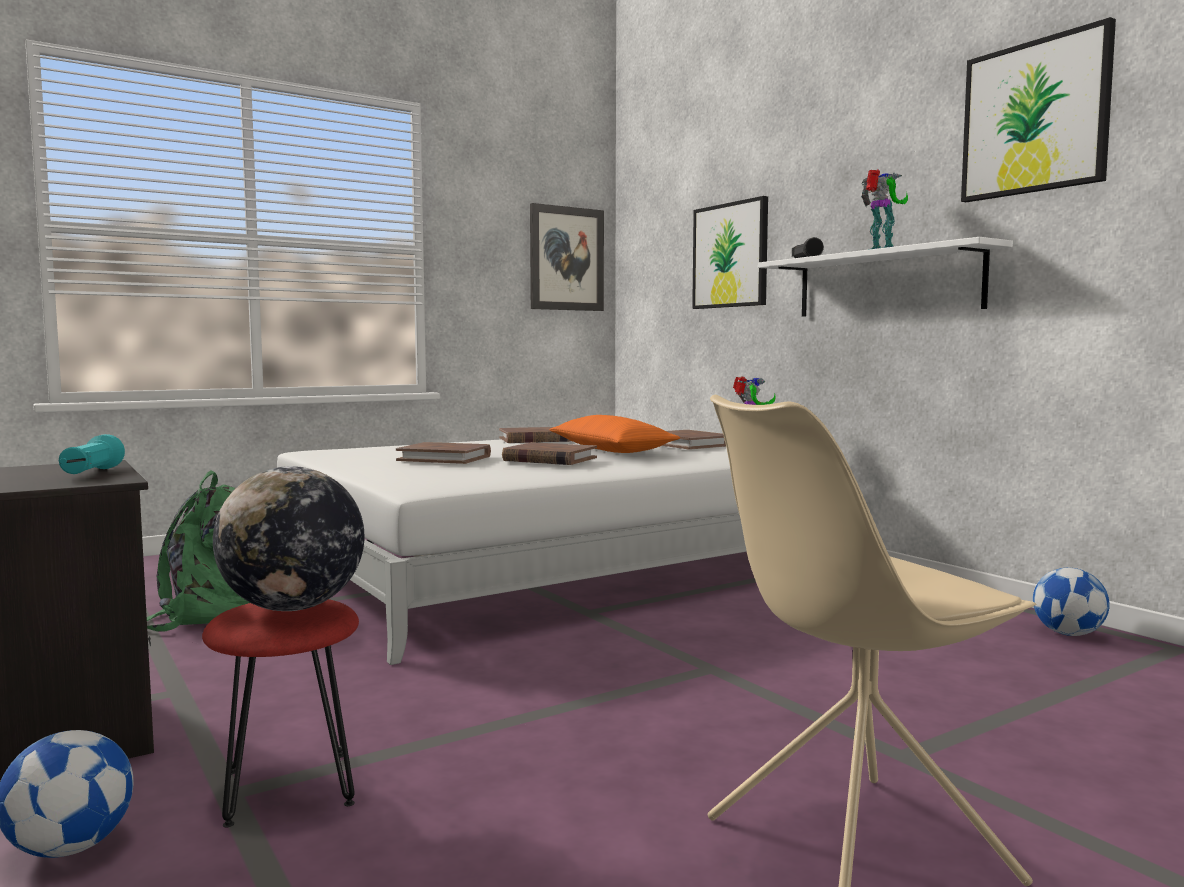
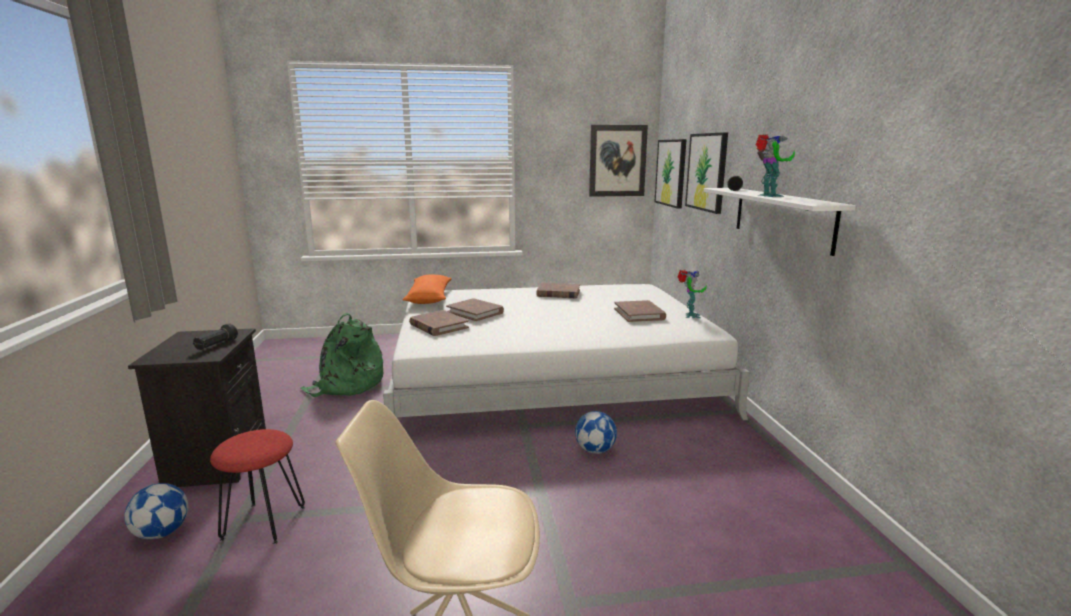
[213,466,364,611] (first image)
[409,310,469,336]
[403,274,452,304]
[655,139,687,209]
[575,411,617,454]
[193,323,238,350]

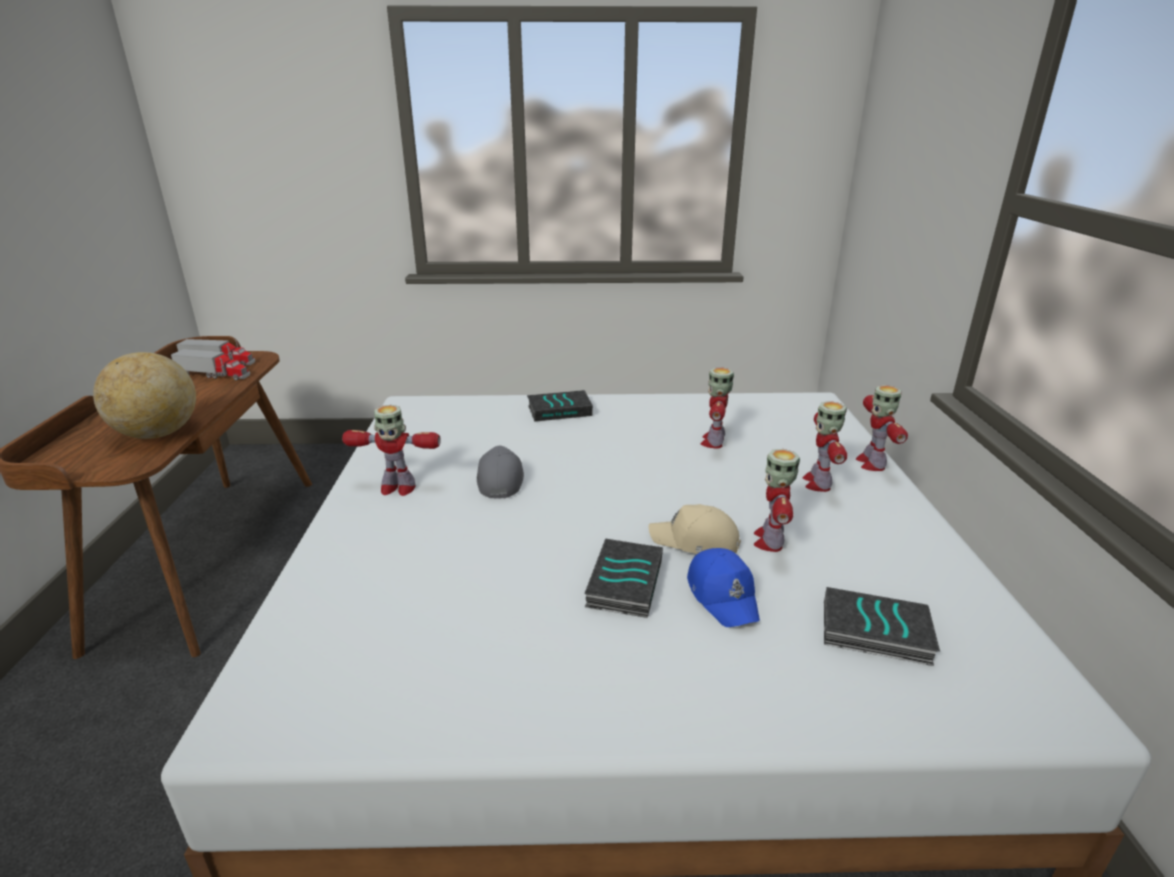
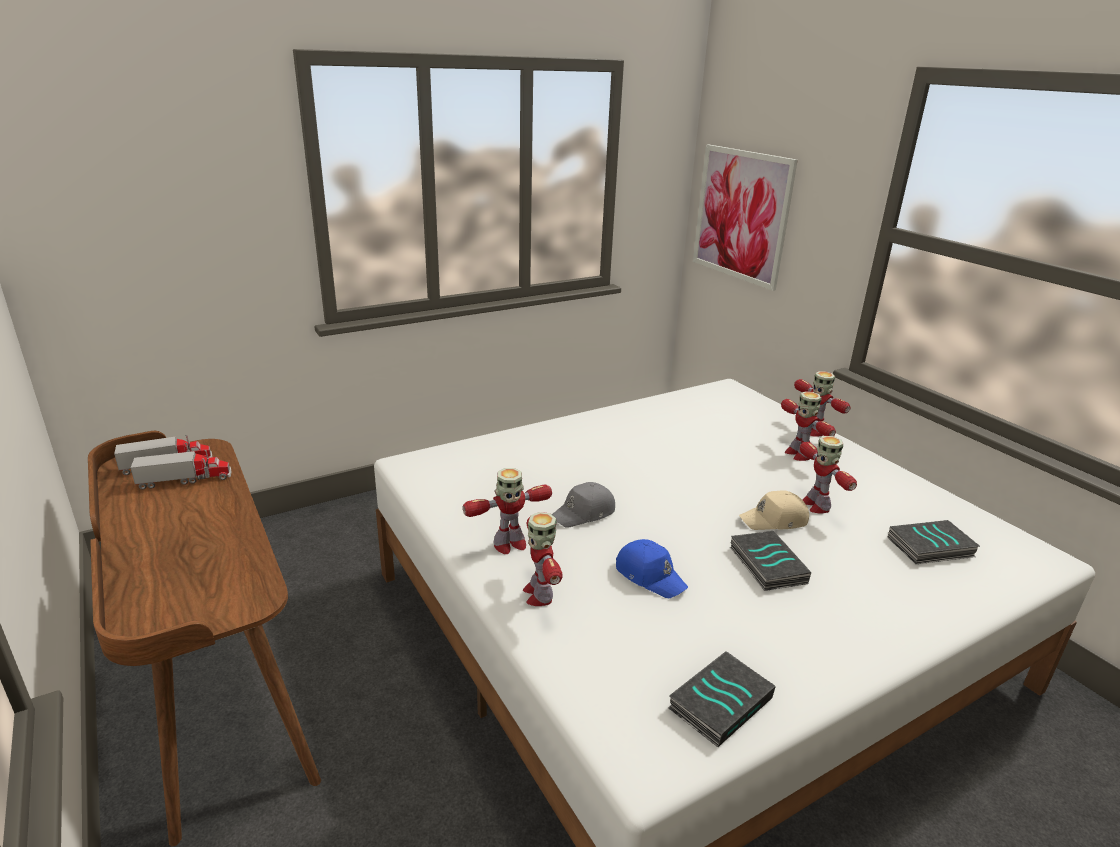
[93,352,196,439] (first image)
[693,144,798,291]
[668,651,776,747]
[616,539,688,598]
[523,512,563,606]
[552,482,615,528]

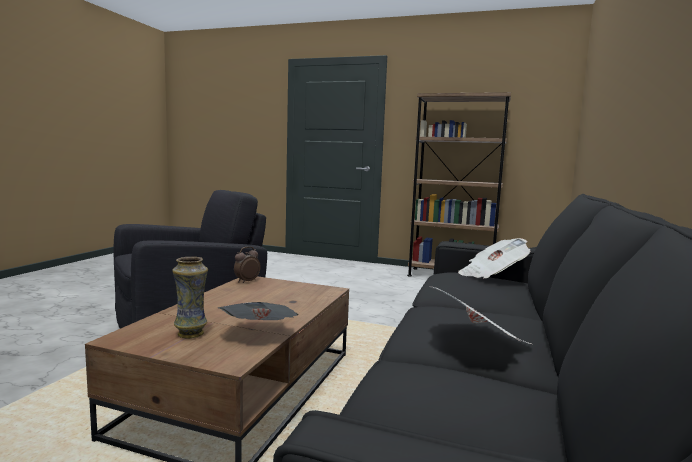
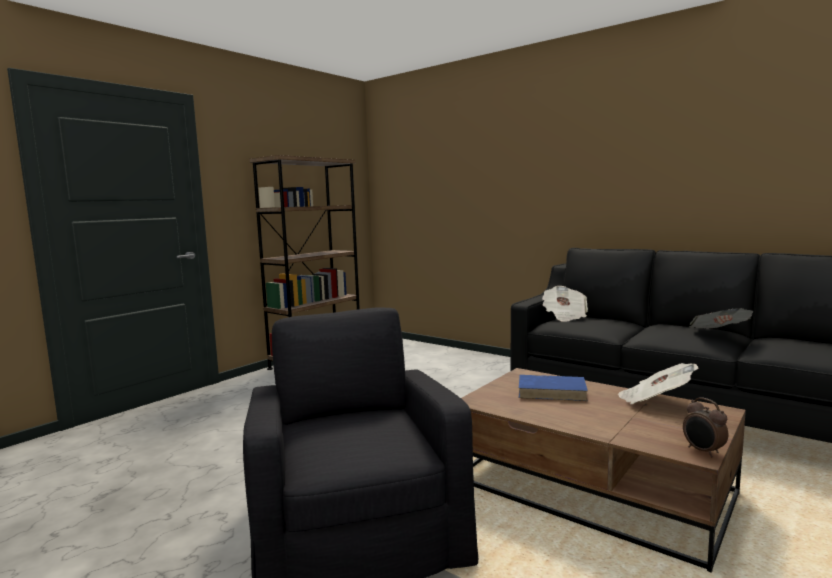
[172,257,208,339] (first image)
[519,375,588,401]
[683,397,729,457]

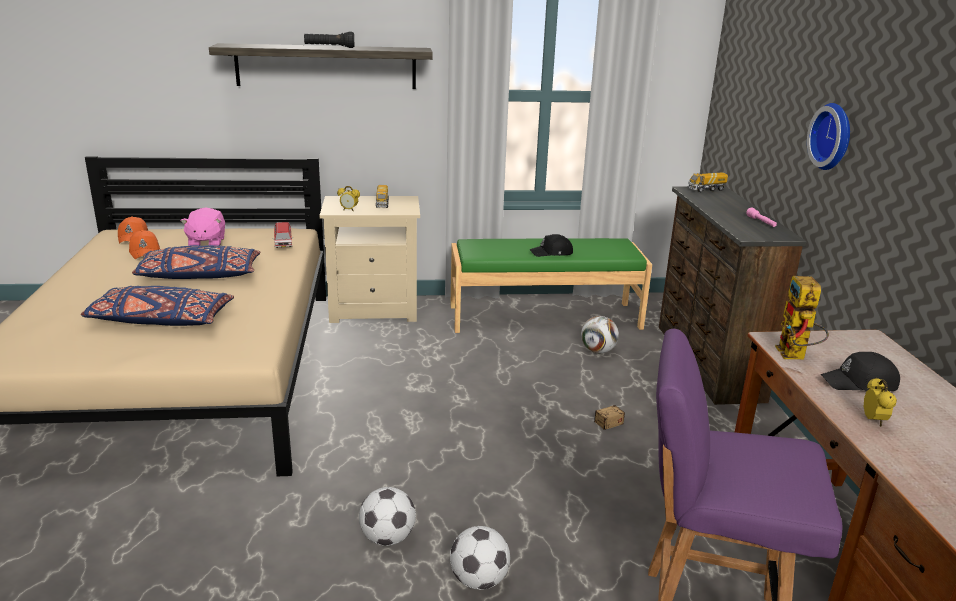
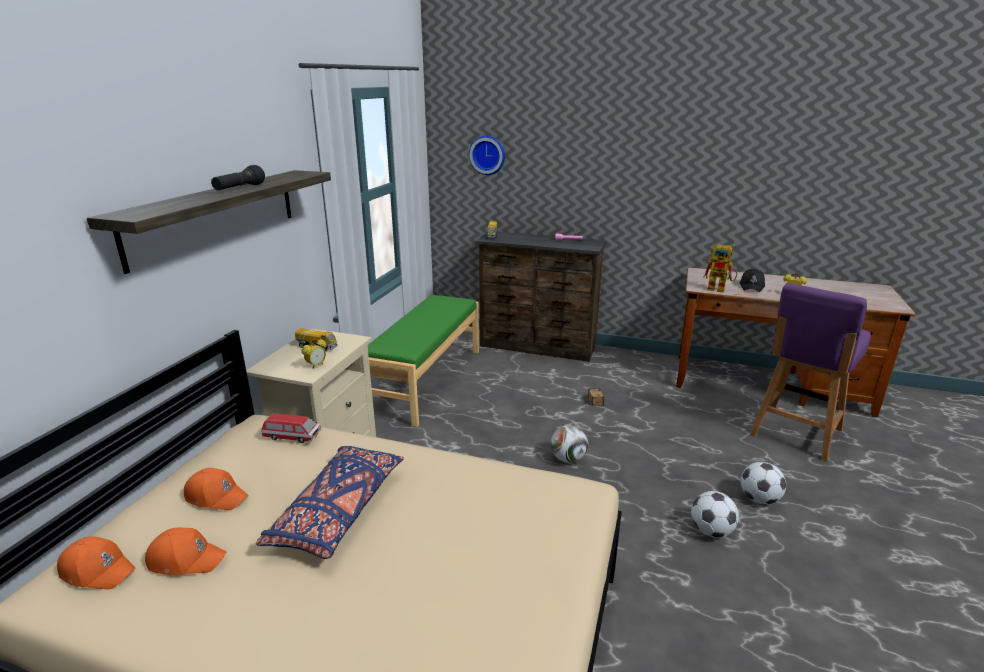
[81,286,234,326] (first image)
[529,234,573,257] (first image)
[551,425,588,463]
[469,136,505,175]
[184,468,248,510]

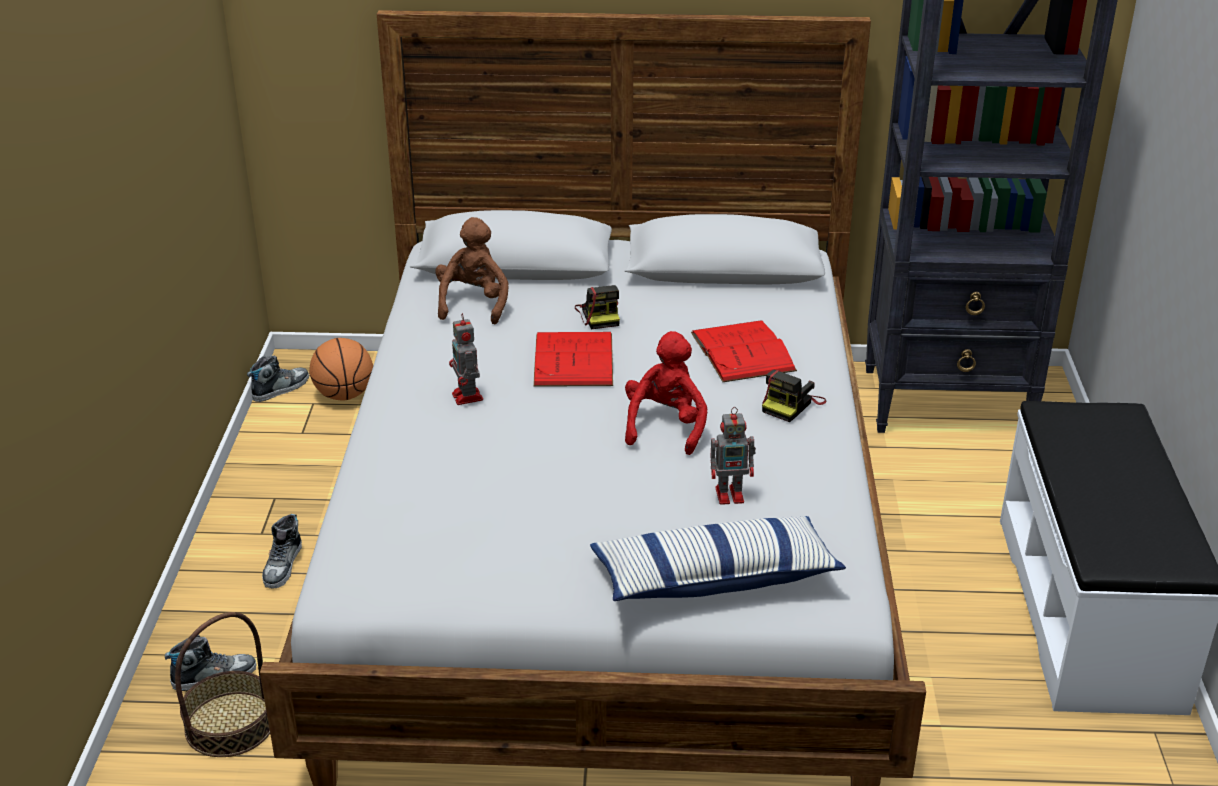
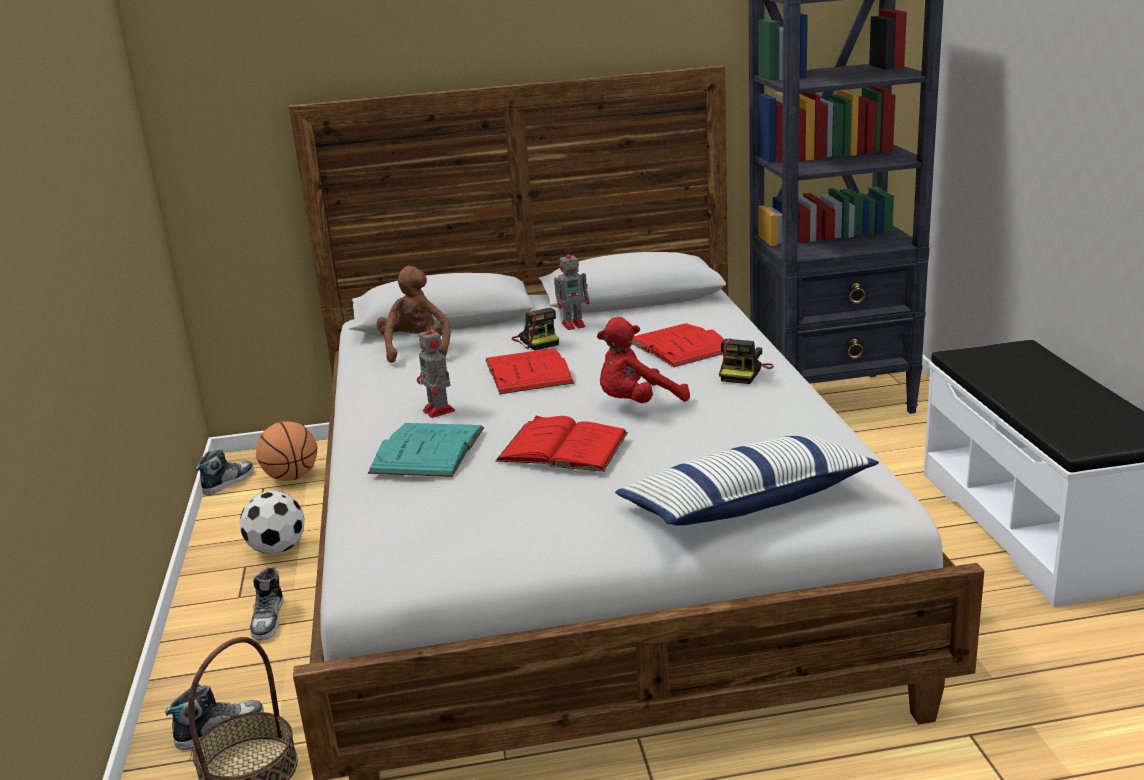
[240,491,305,554]
[368,423,484,477]
[495,416,628,472]
[554,248,590,330]
[597,317,690,403]

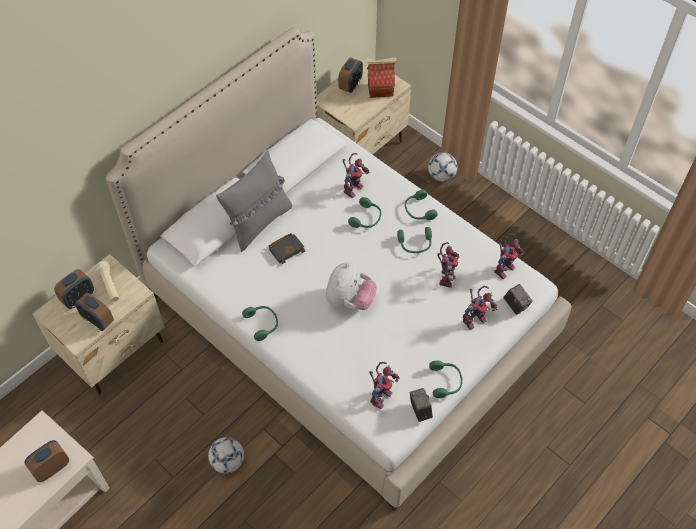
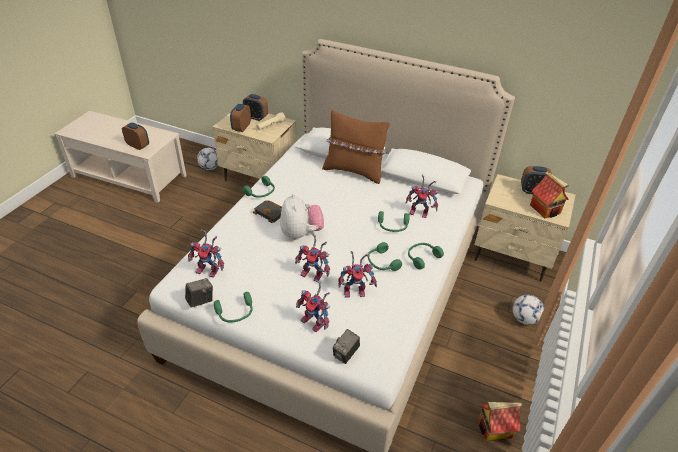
[478,402,522,441]
[197,148,218,170]
[253,200,282,223]
[295,233,330,281]
[322,110,390,184]
[280,194,324,240]

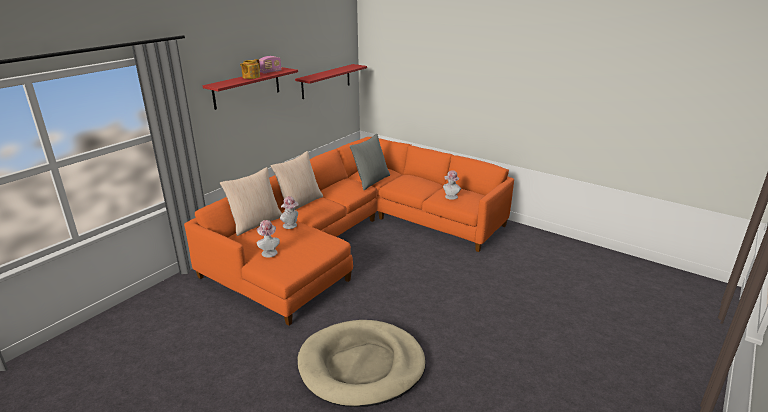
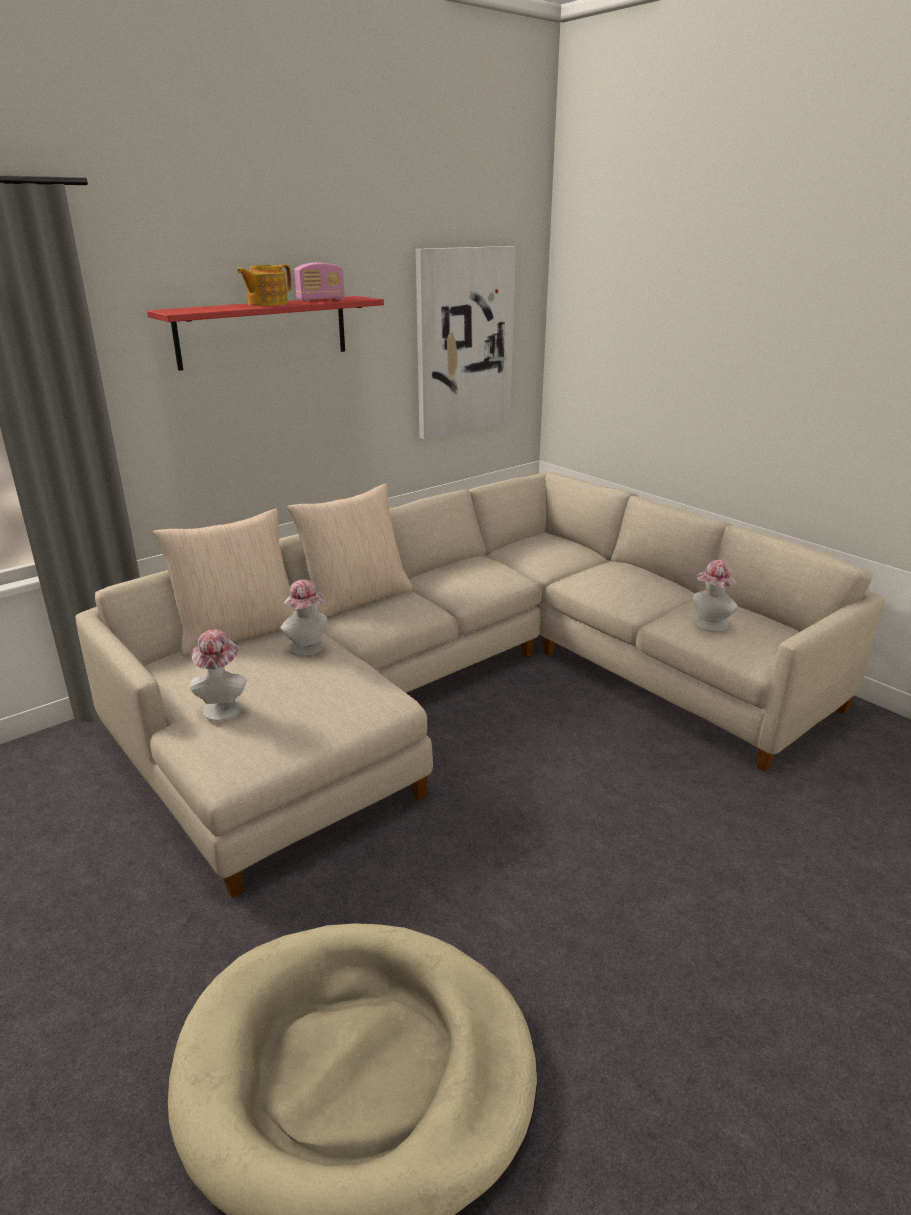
[350,134,390,190] (first image)
[416,246,516,439]
[75,472,885,898]

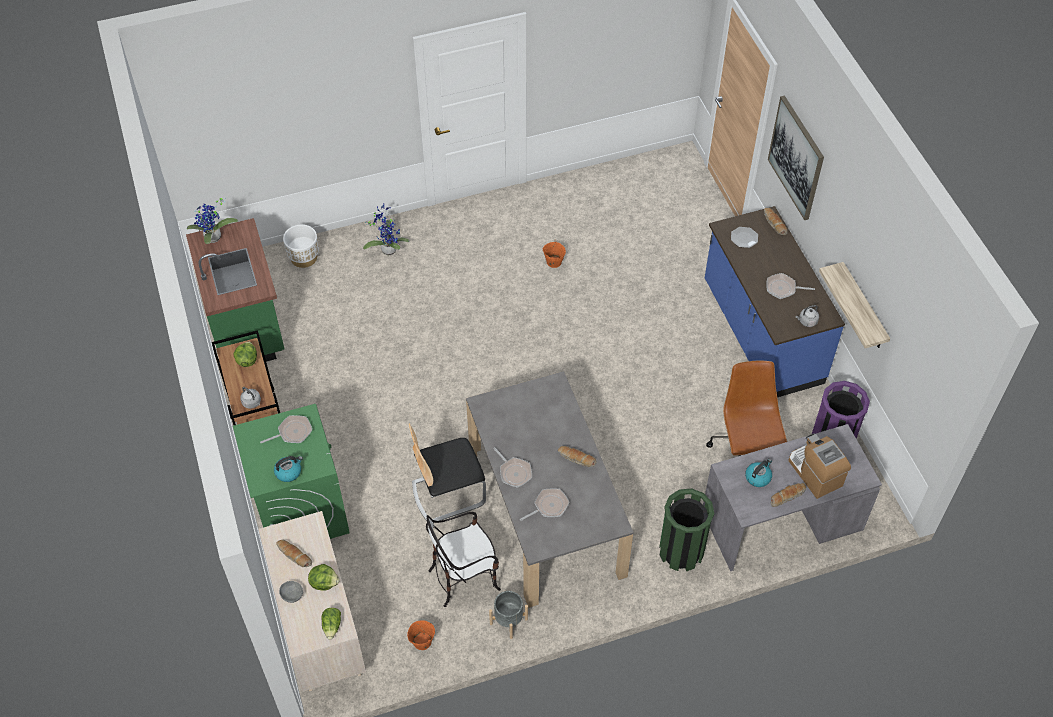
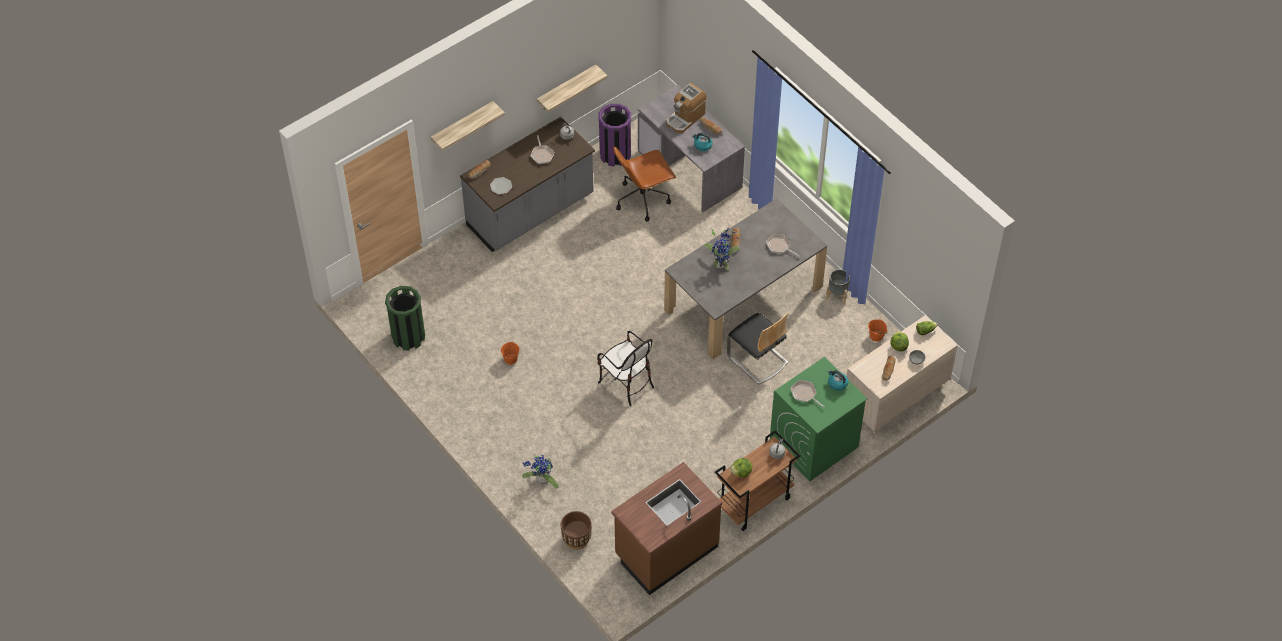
[493,447,532,488] (first image)
[704,227,740,271]
[597,331,654,406]
[385,286,425,351]
[431,101,505,151]
[611,462,722,595]
[561,511,592,550]
[460,116,595,252]

